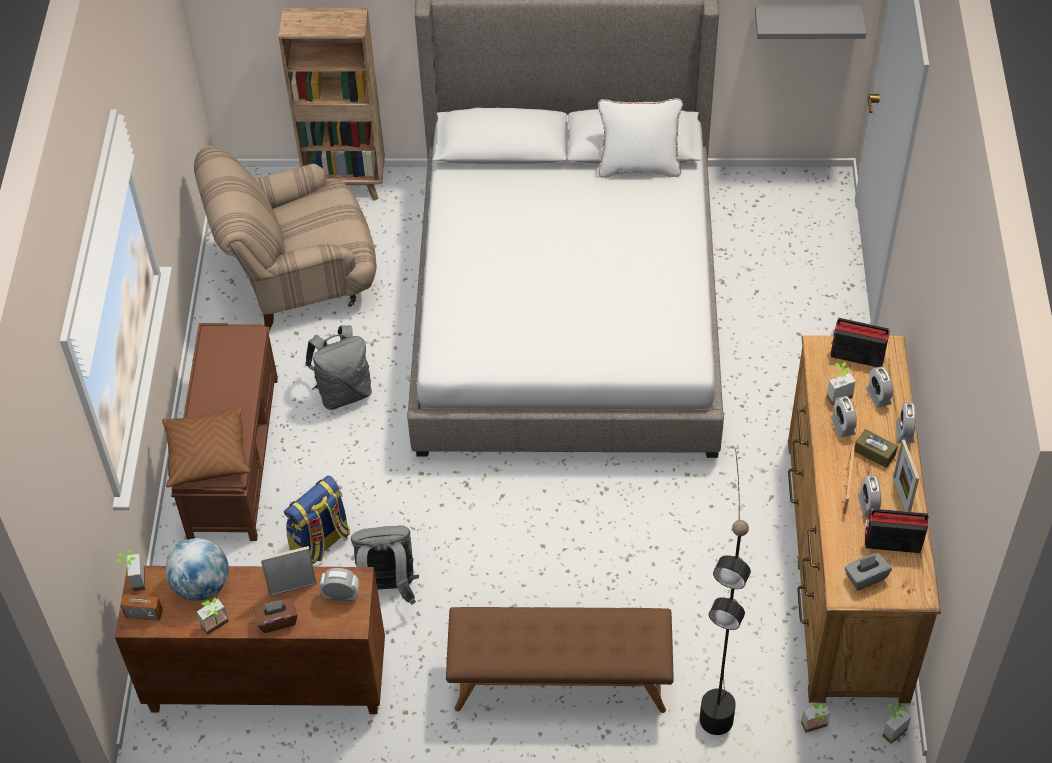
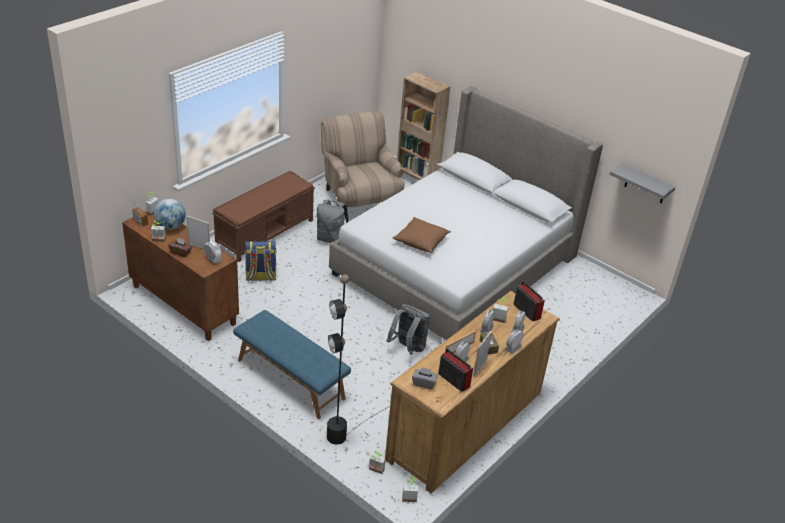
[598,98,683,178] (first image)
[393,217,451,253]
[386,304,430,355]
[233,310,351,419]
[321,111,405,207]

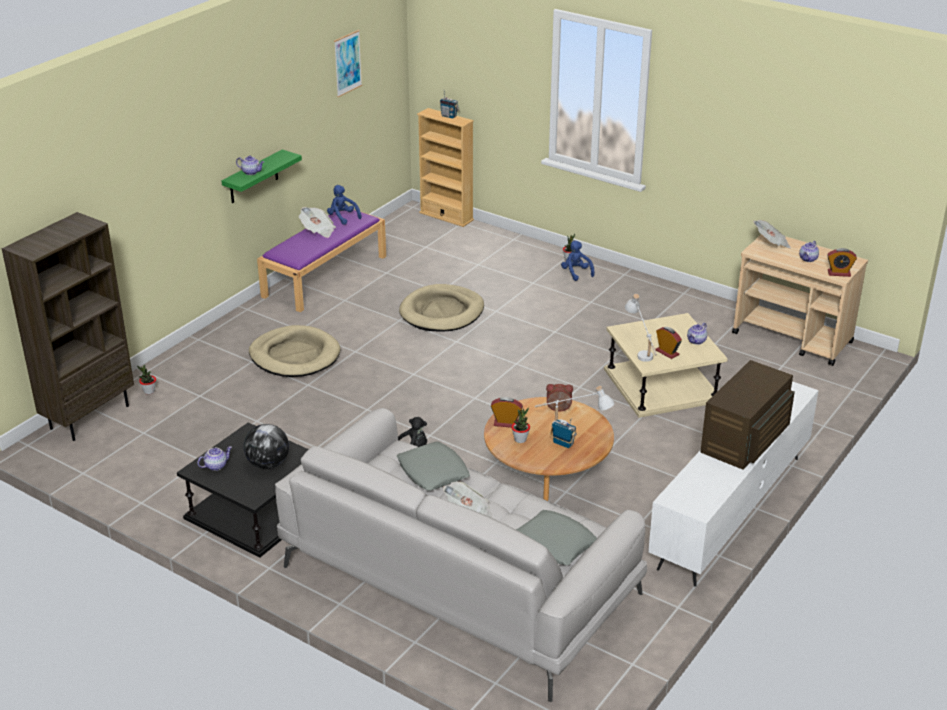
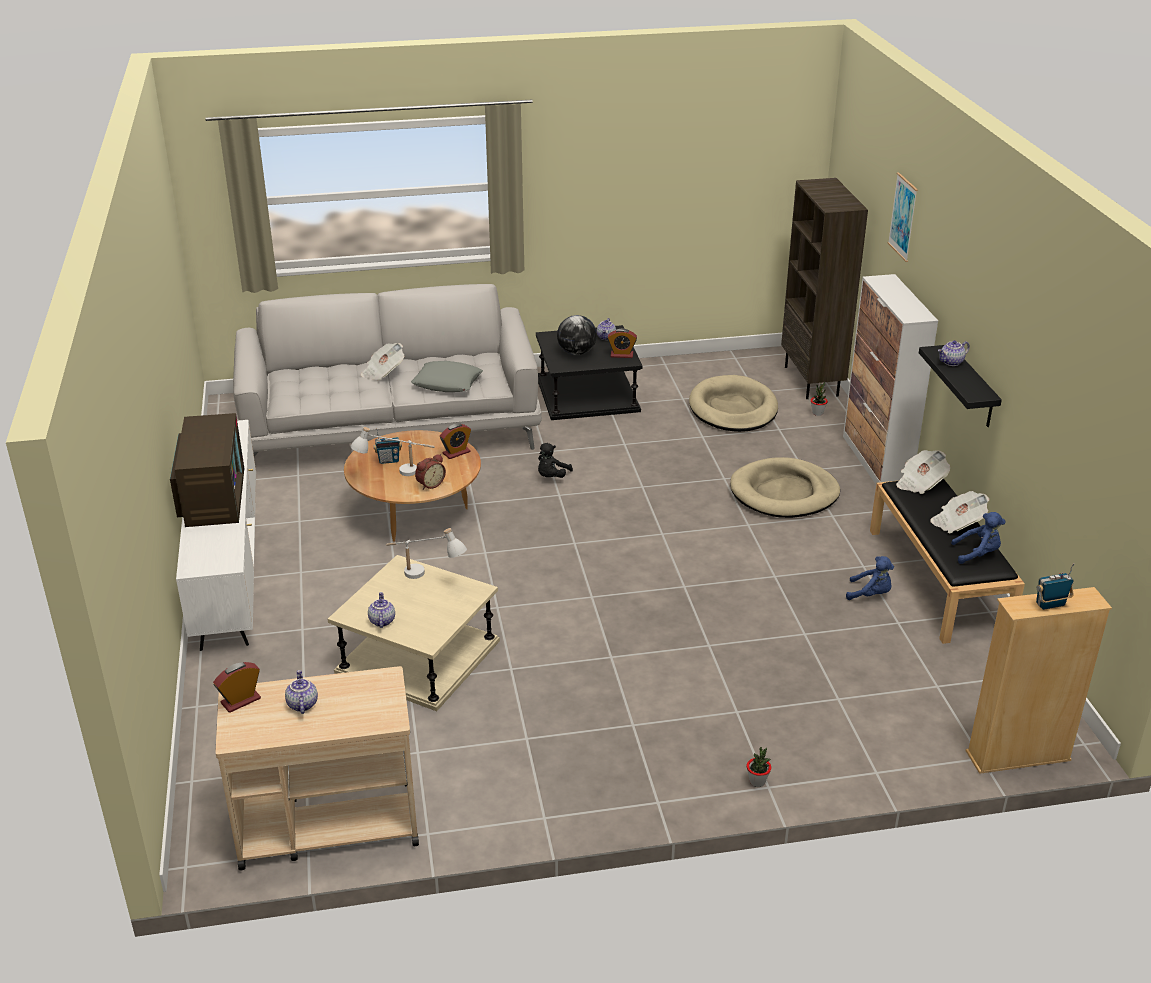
[511,408,530,443] (first image)
[516,510,597,565] (first image)
[843,274,938,484]
[888,172,918,262]
[689,375,778,432]
[846,556,894,600]
[608,329,637,358]
[896,450,950,494]
[919,345,1002,427]
[870,478,1025,644]

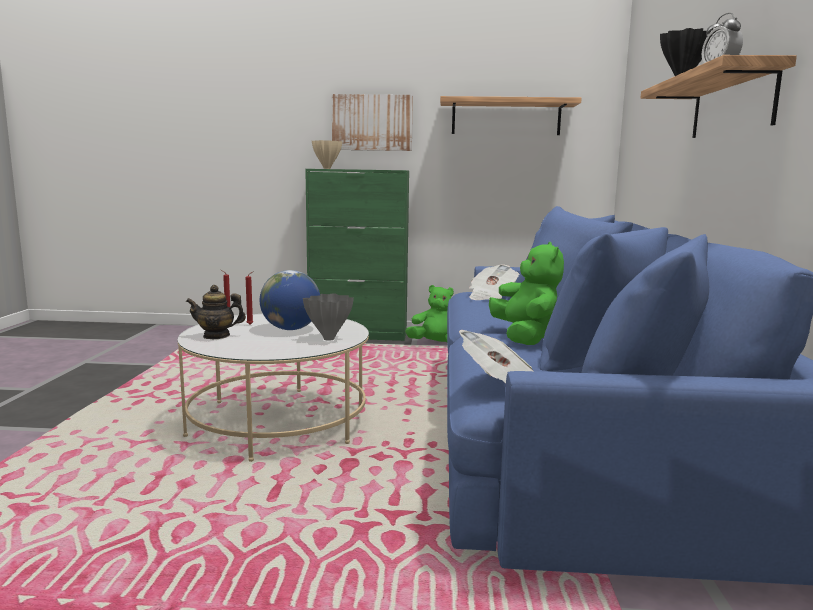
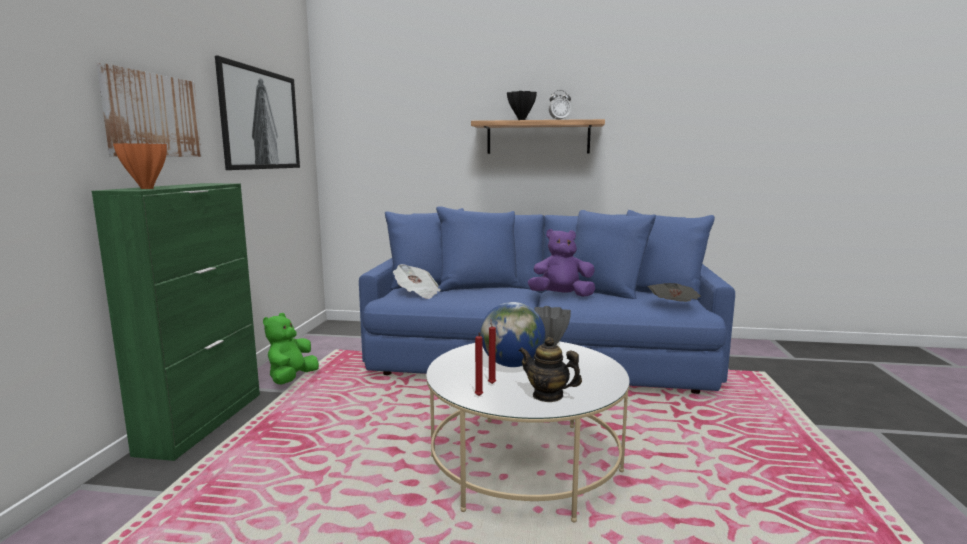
[215,56,300,170]
[113,143,167,189]
[528,229,596,297]
[519,337,582,402]

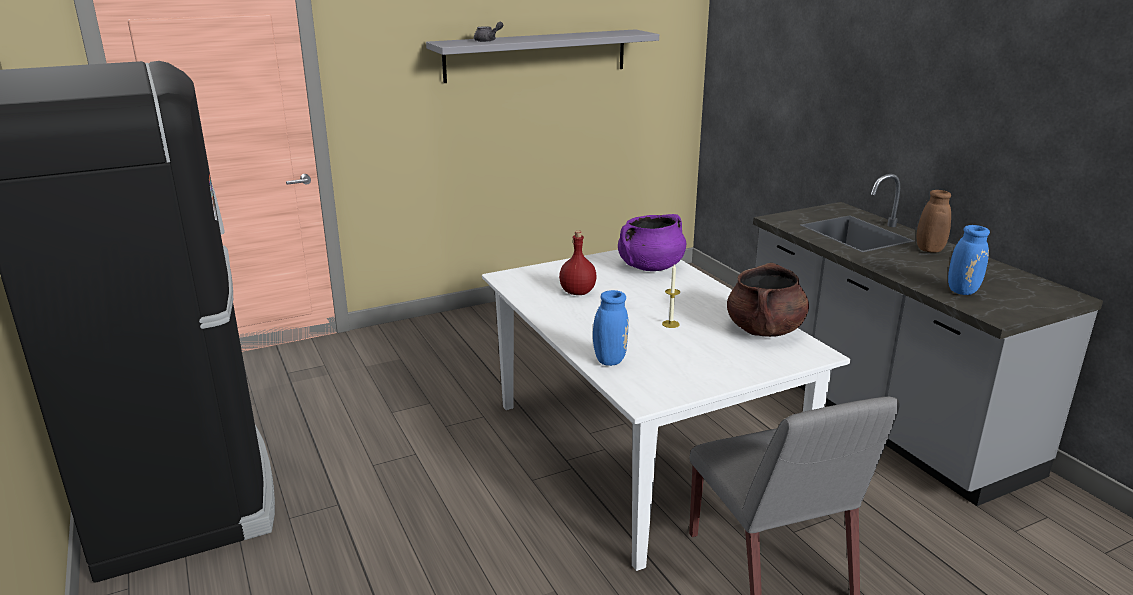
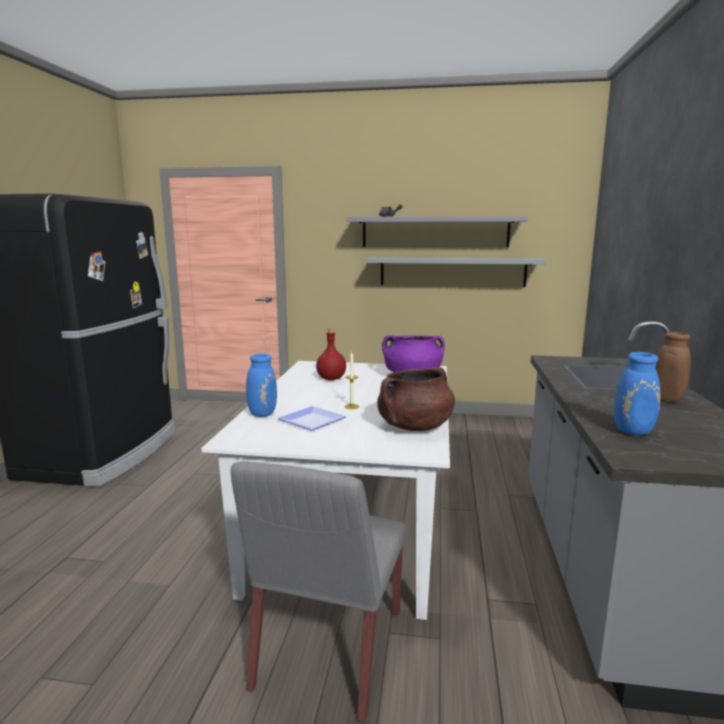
[278,406,347,431]
[366,257,546,287]

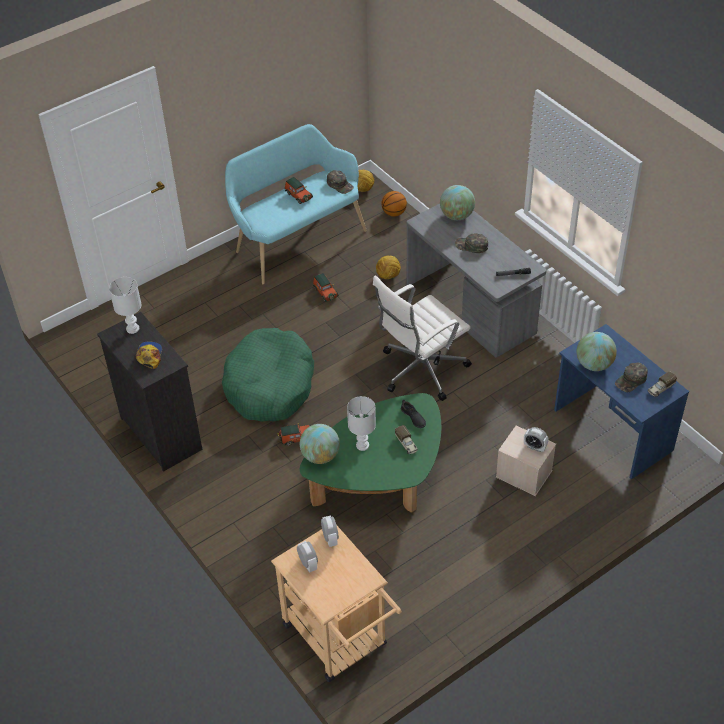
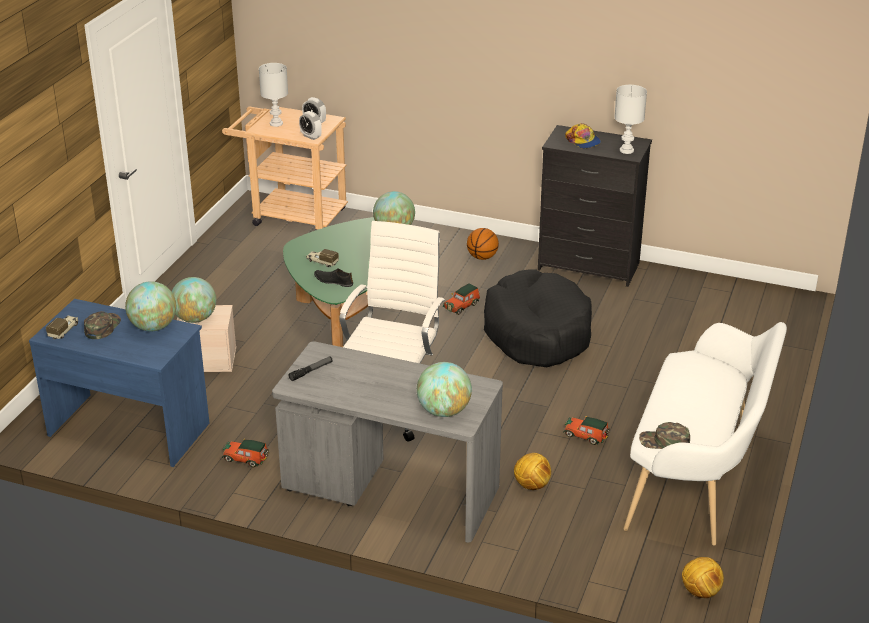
[455,233,488,253] (first image)
[222,439,269,468]
[259,63,288,127]
[467,228,499,260]
[172,277,216,323]
[484,270,592,367]
[623,322,787,545]

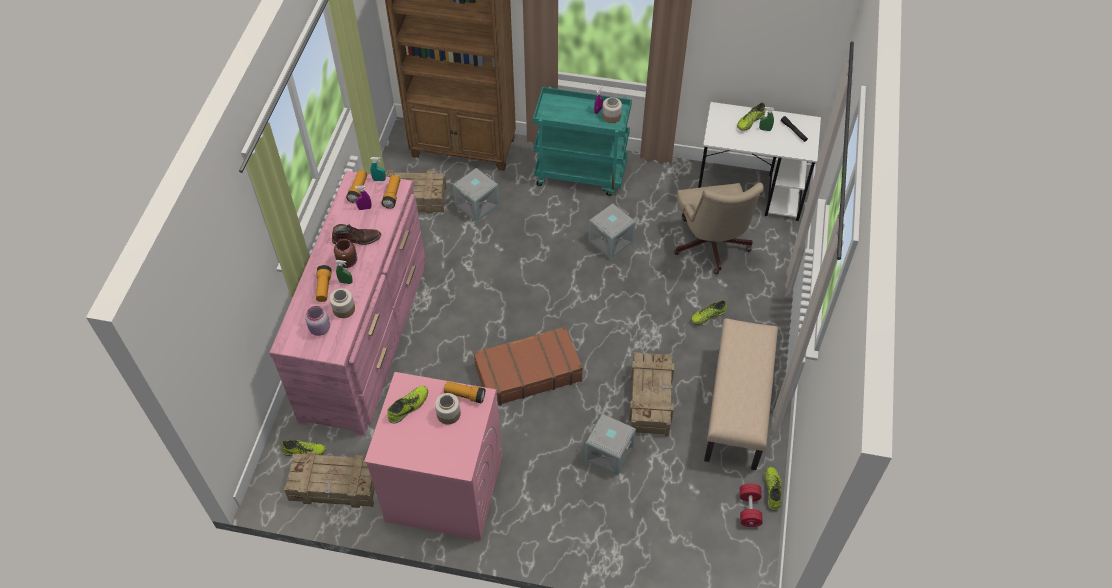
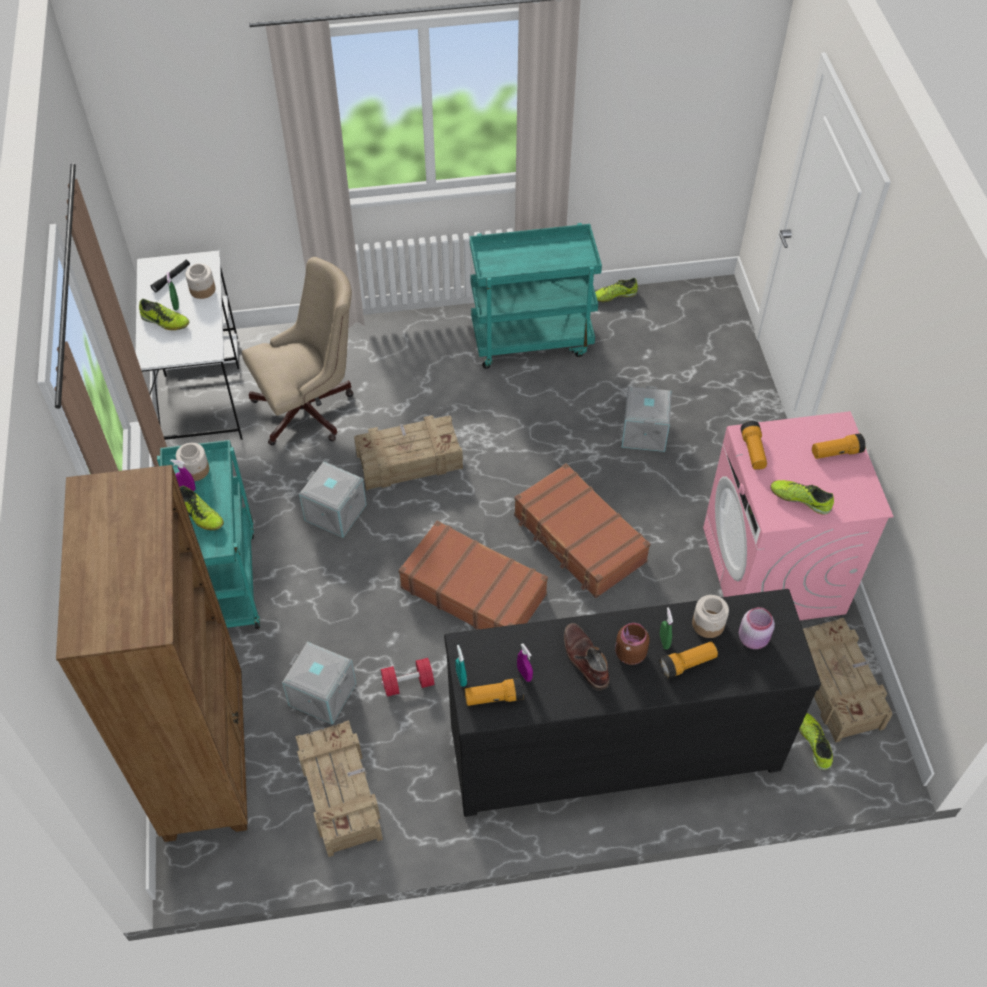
[399,520,548,630]
[812,433,866,459]
[185,264,216,299]
[354,415,463,491]
[180,486,224,531]
[381,658,434,697]
[470,223,602,369]
[444,589,821,817]

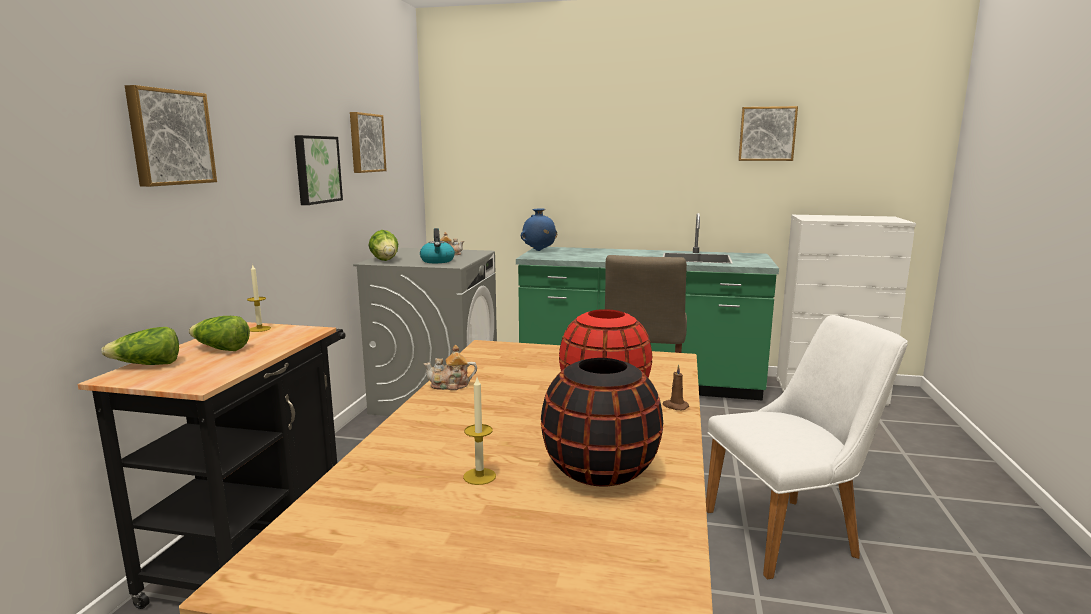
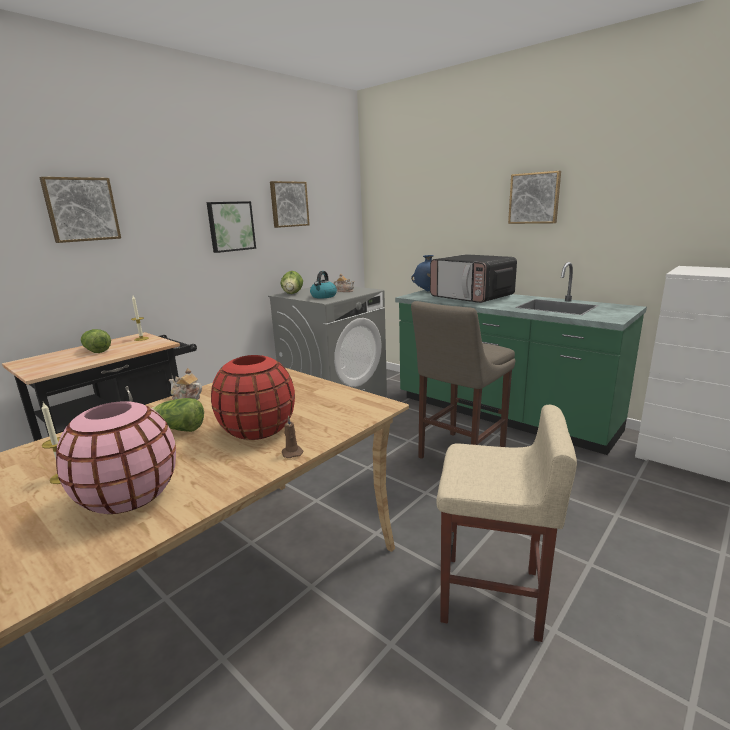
[430,254,517,303]
[152,398,204,432]
[508,171,561,224]
[436,405,577,642]
[56,401,176,514]

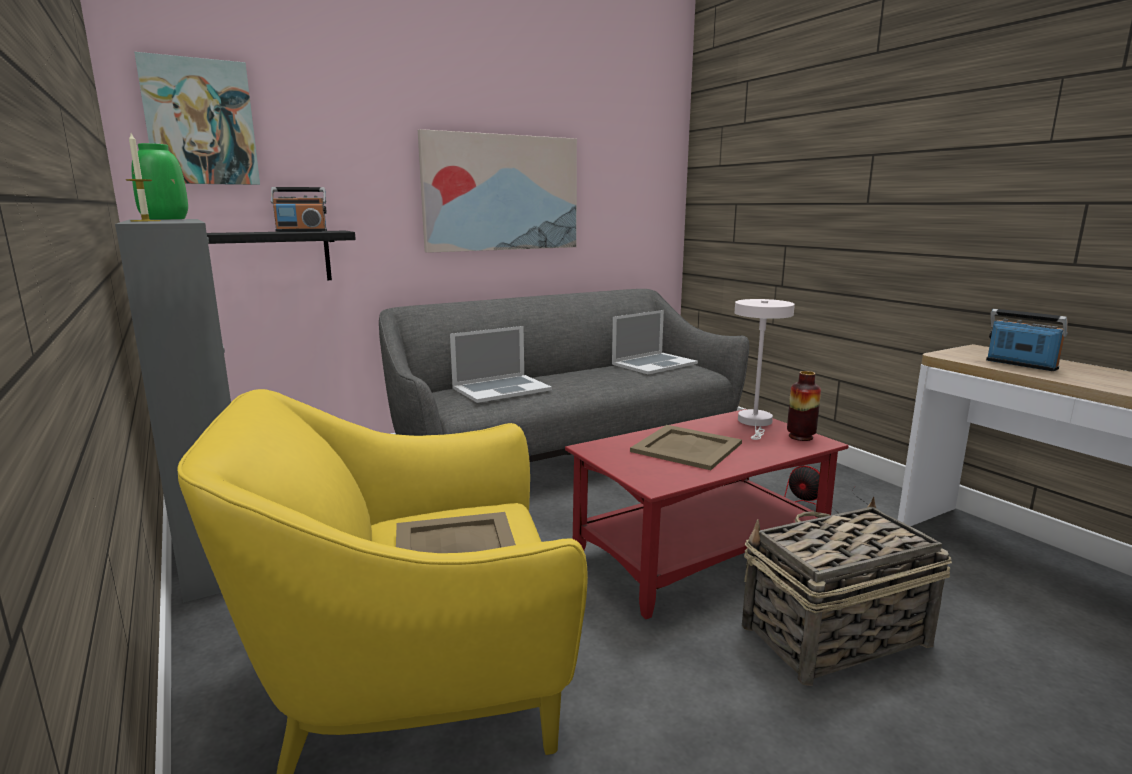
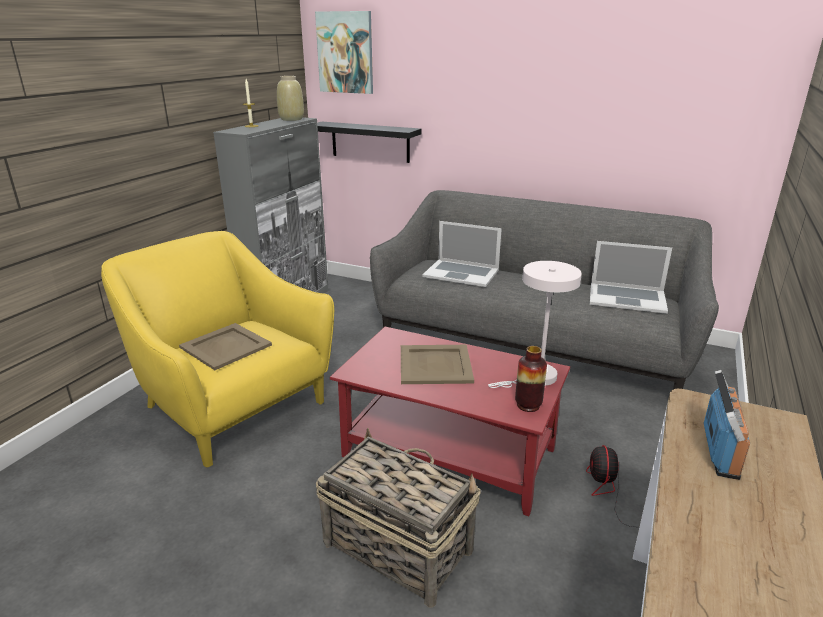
[271,187,327,232] (first image)
[418,129,577,253] (first image)
[277,76,304,121]

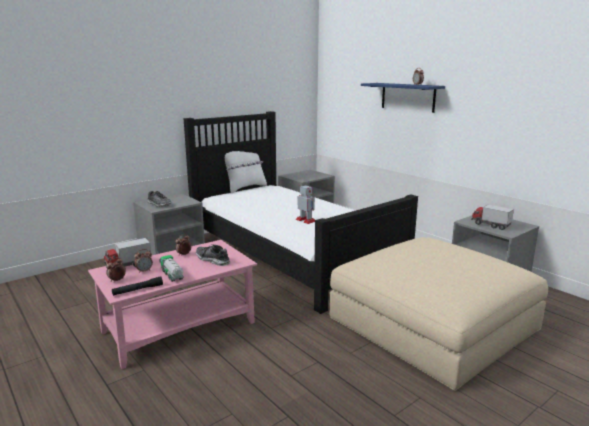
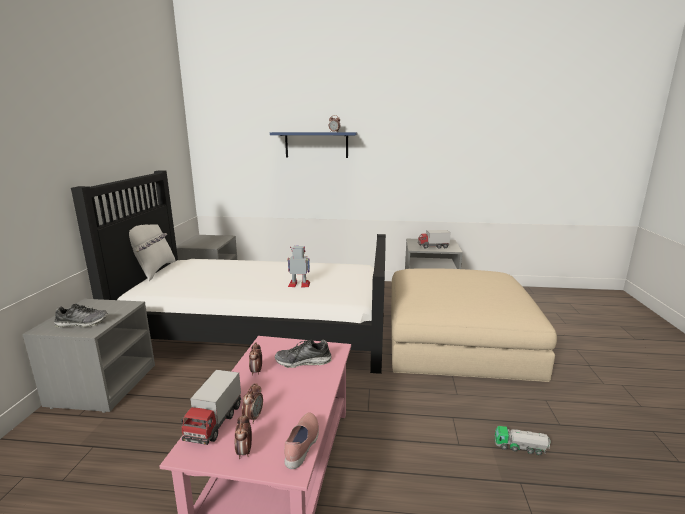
[495,426,551,455]
[284,413,319,469]

